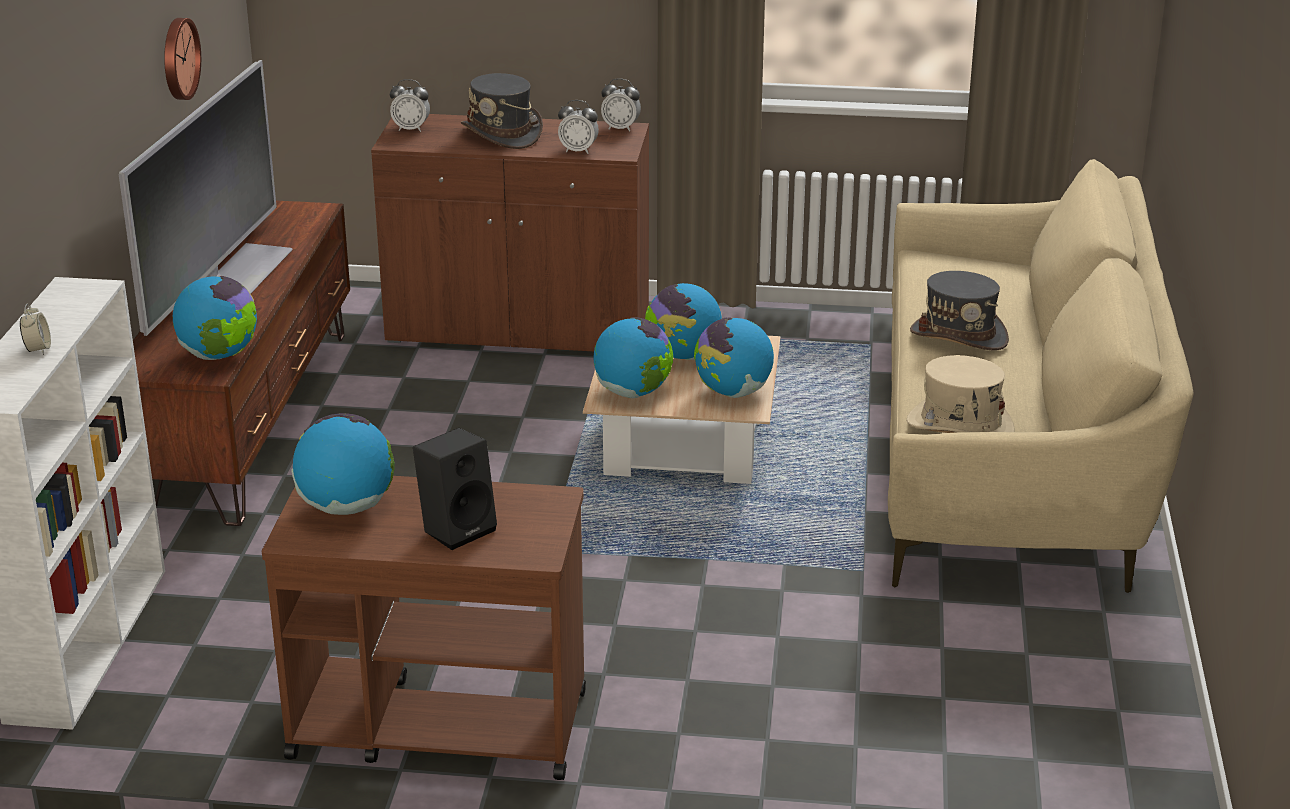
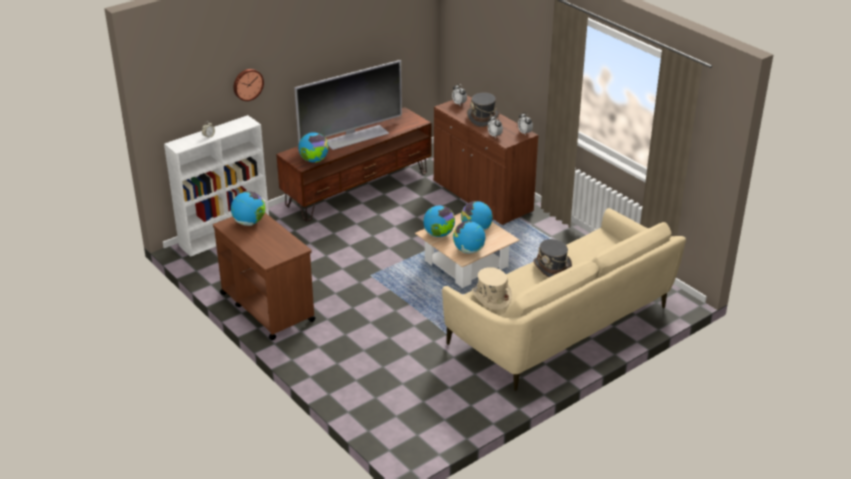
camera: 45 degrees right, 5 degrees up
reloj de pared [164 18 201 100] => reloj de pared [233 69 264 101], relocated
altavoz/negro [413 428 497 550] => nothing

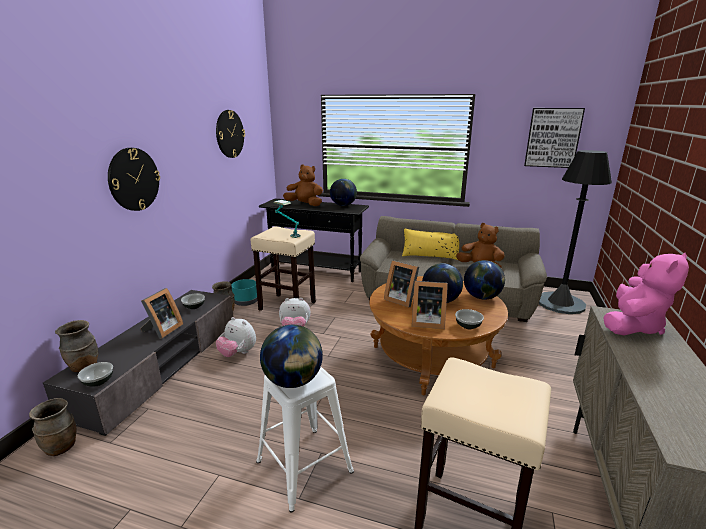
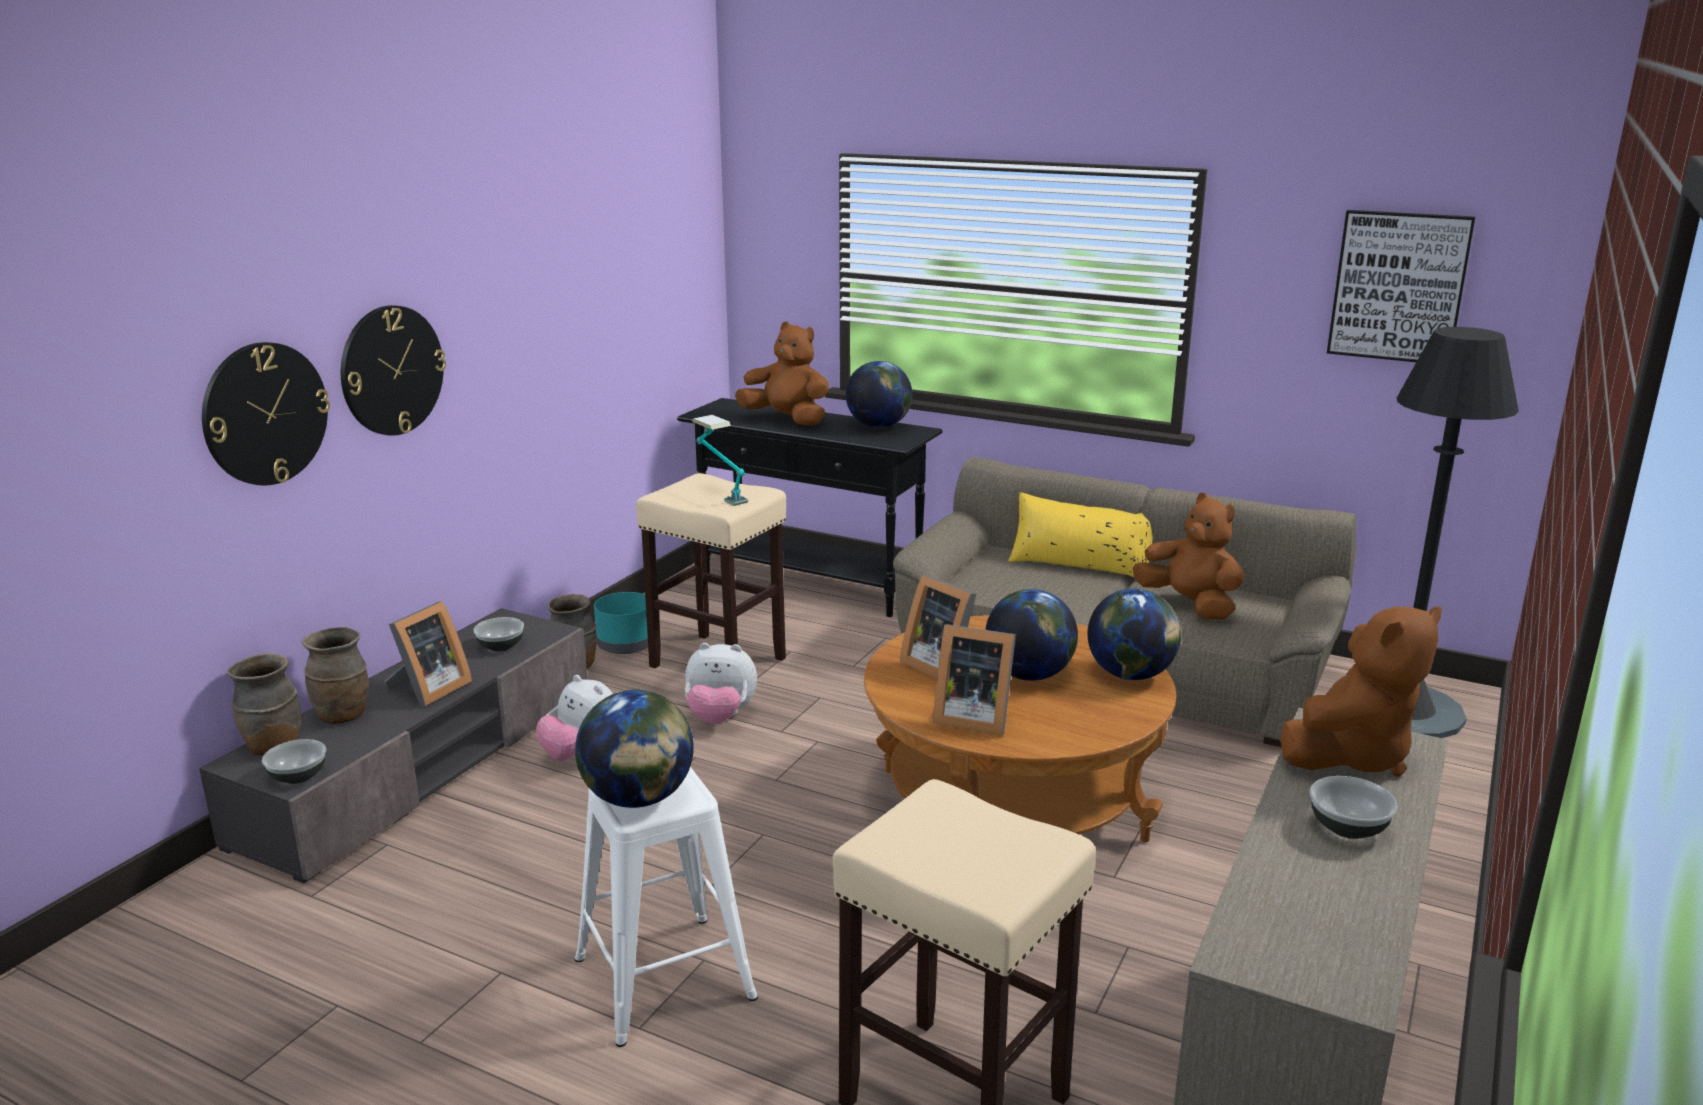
camera: 10 degrees right, 0 degrees up
reloj de pared [216 110 245 158] => reloj de pared [202 342 330 485], relocated
peluche/rosa [603 253 689 335] => peluche/marrón [1280 606 1442 777]
cuenco [455 309 484 329] => cuenco [1310 776 1398 839], relocated
florero/marrón [29 398 76 456] => florero/marrón [302 627 369 724], relocated

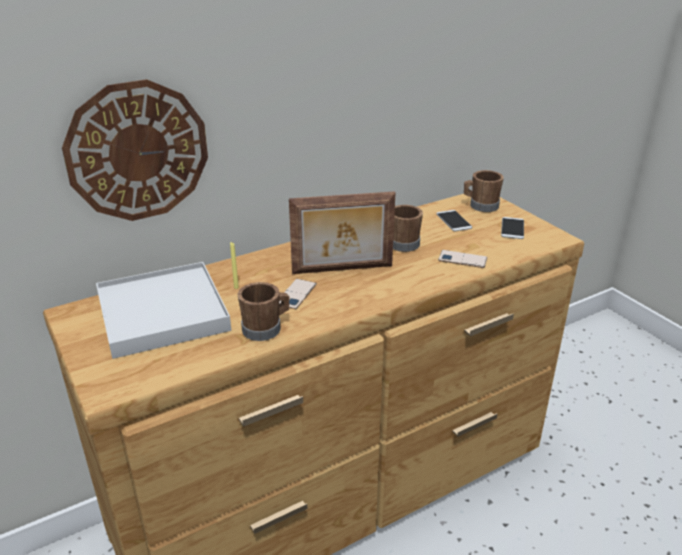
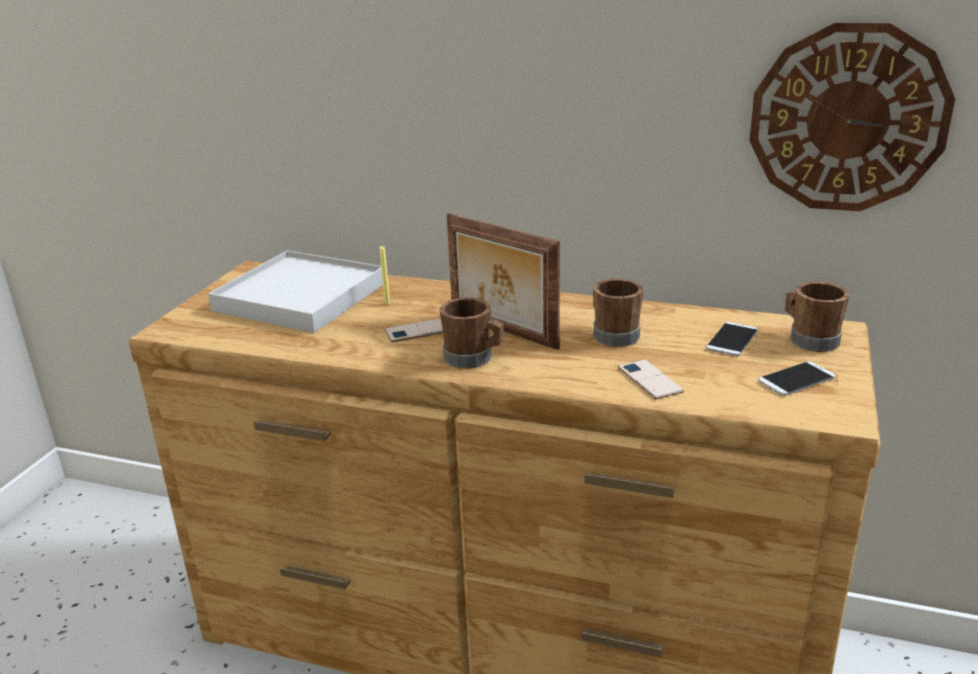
camera: 50 degrees right, 5 degrees down
reloj de pared [62 79 208 221] => reloj de pared [749 23 955 211], relocated
taza grande/marrón [237 282 289 341] => taza grande/marrón [439 297 504 369], relocated

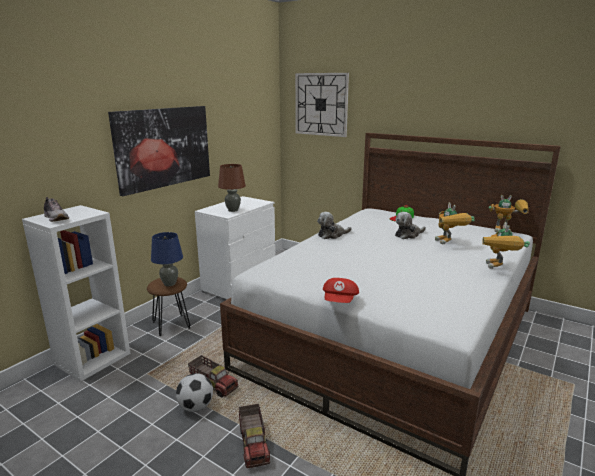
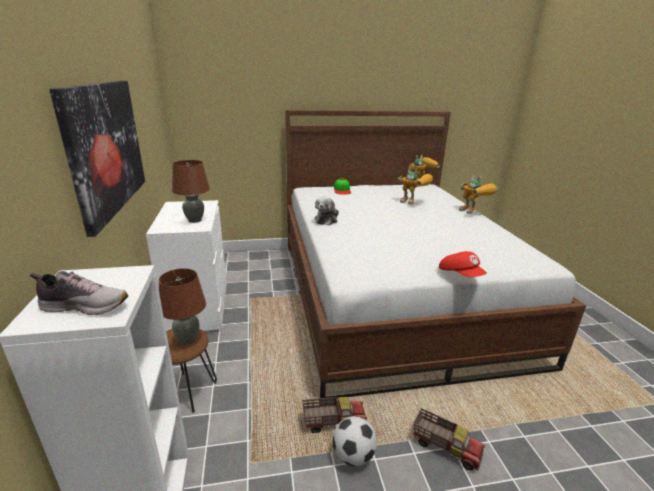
camera: 45 degrees left, 5 degrees up
reloj de pared [295 73 349 137] => nothing
peluche [395 212 426 239] => nothing
lámpara de mesa/azul [151 232 183 286] => lámpara de mesa/marrón [159 268 206 345]

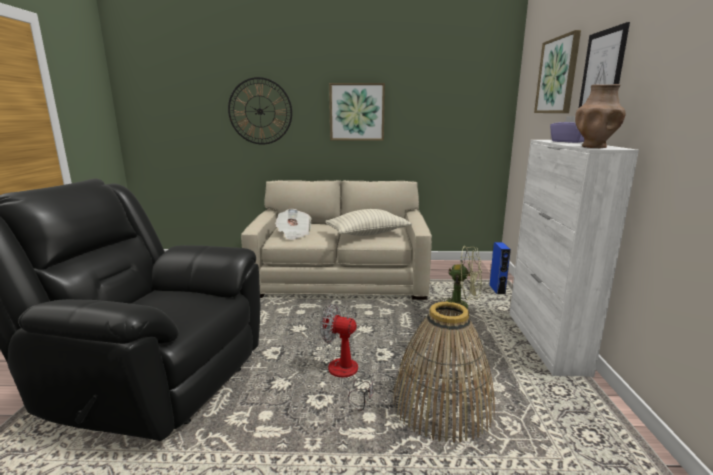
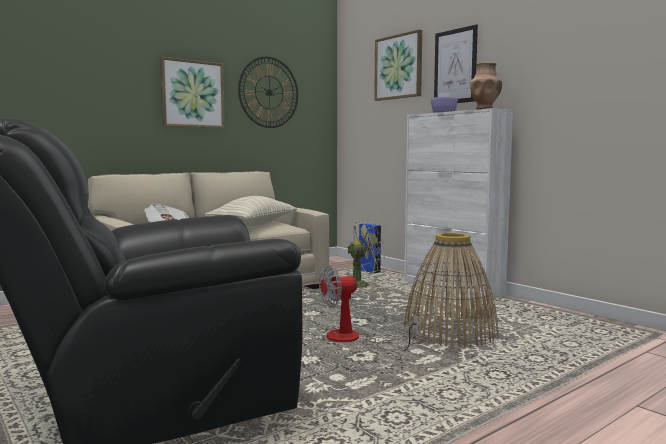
camera: 40 degrees left, 10 degrees down
reloj de pared [228 77 292 145] => reloj de pared [238 57 298 128], relocated

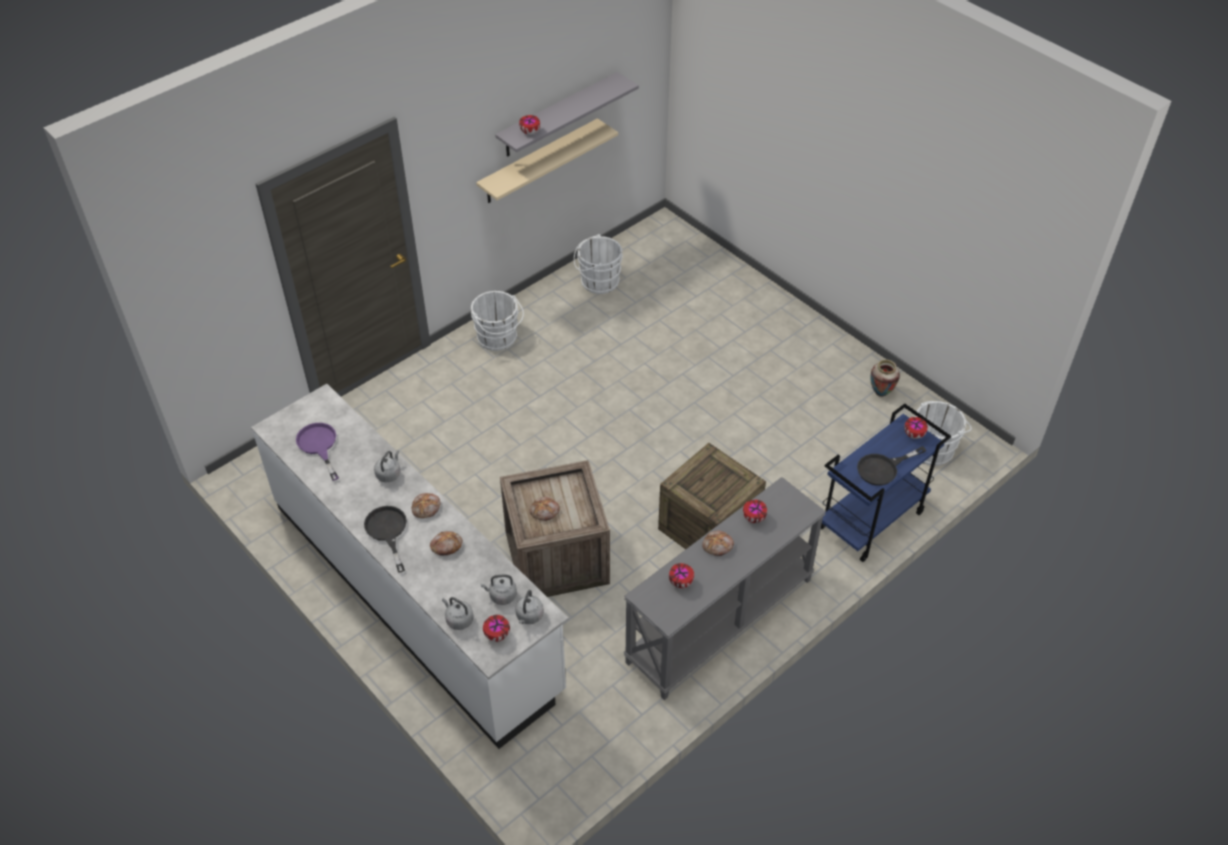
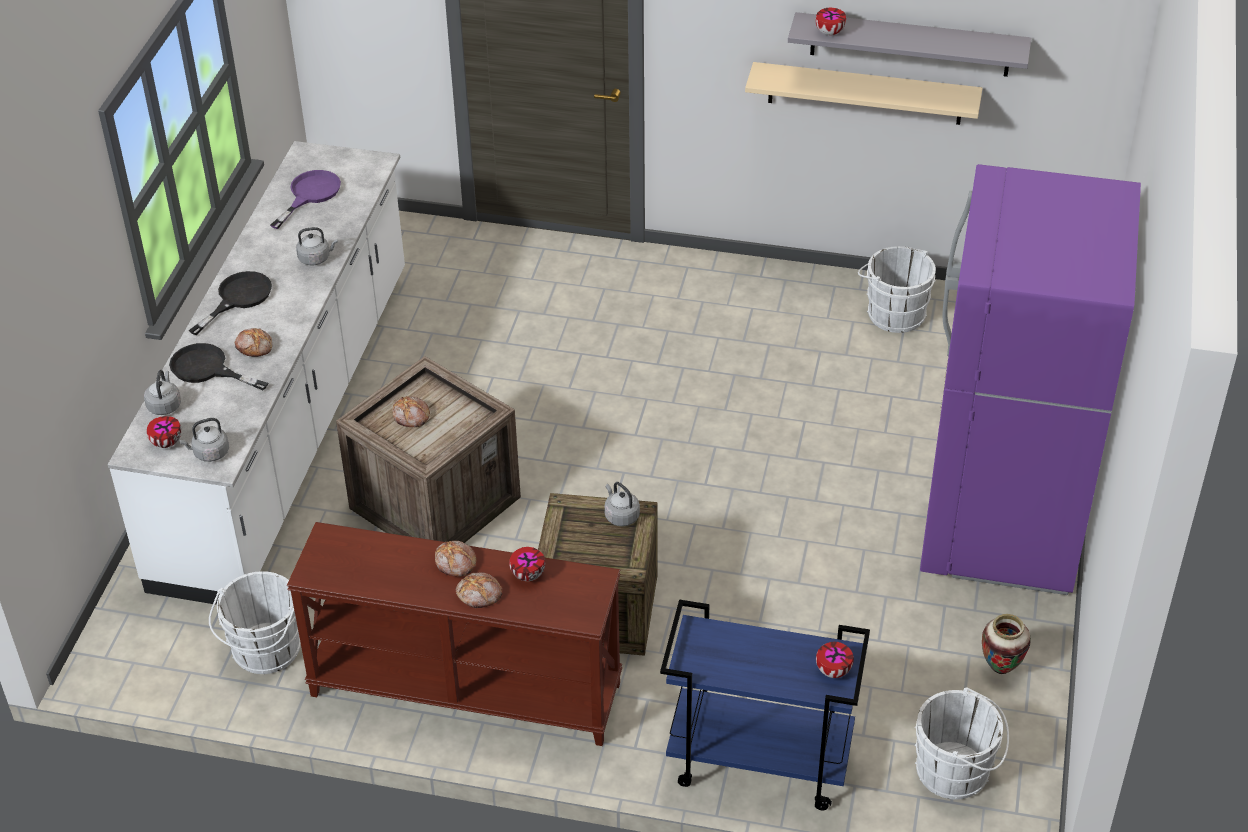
camera: 55 degrees right, 5 degrees down
cubo/blanco [471 291 524 351] => cubo/blanco [209 571 301 674], relocated
sartén/negro [857 446 926 486] => sartén/negro [169 343 268 390], relocated
mesa consola/gris [624 477 826 700] => mesa consola/marrón [287 522 622 746]
pan [412 493 441 518] => pan [456 573 502 608], relocated
cuenco [669 563 694 588] => nothing
hervidor/gris [481 575 517 605] => hervidor/gris [604 482 640 526], relocated
nothing => nevera/morado [920 164 1141 595]

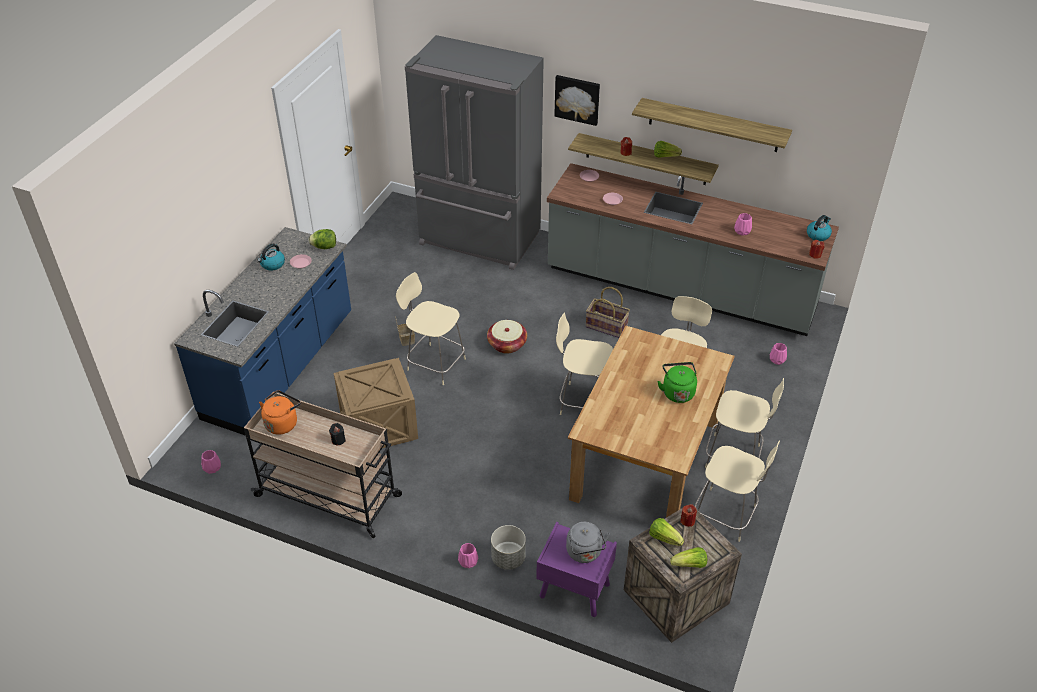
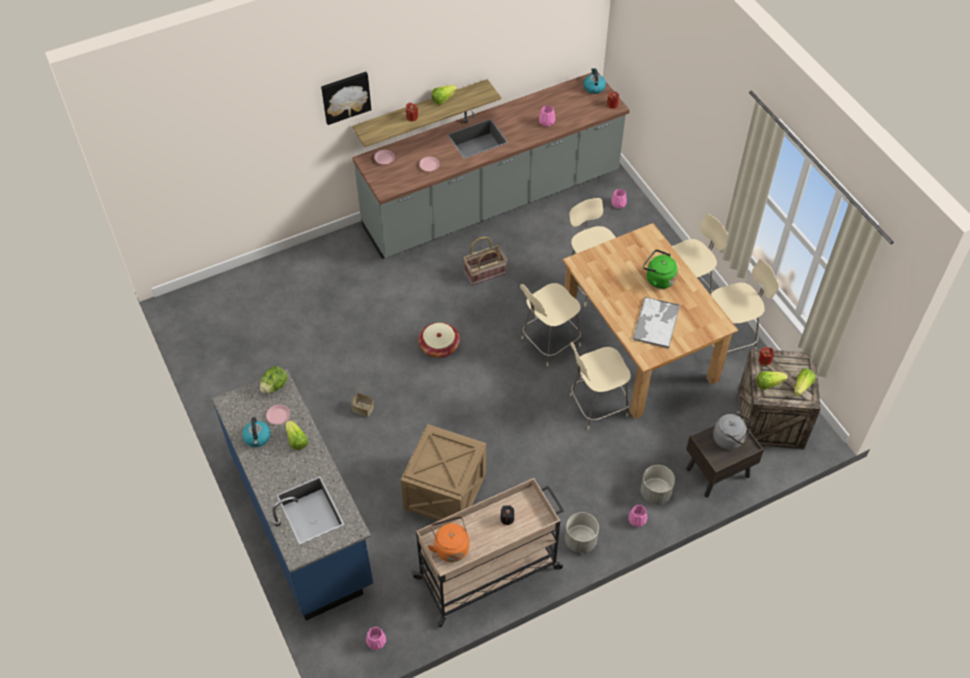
camera: 50 degrees left, 10 degrees up
nevera/gris [405 35 544 270] => nothing
estante [632 98 792 152] => nothing
silla/beis [396 272 466 385] => silla/beis [570 342 631 430], relocated
mesita de noche/morado [536 522 617 617] => mesita de noche/marrón [686 426 764 498]
nothing => bandeja [633 297 680 349]
nothing => lechuga [286 420 308 450]
nothing => maceta/gris [565 512 599 553]

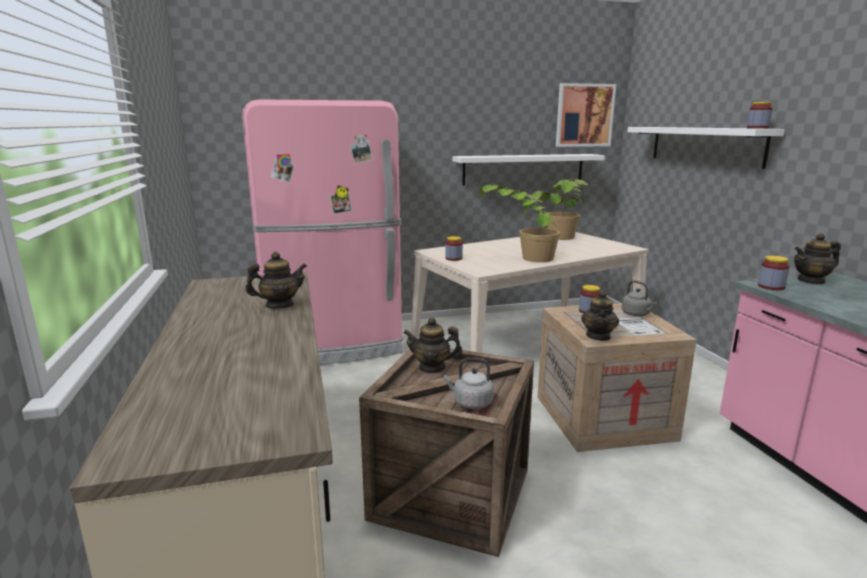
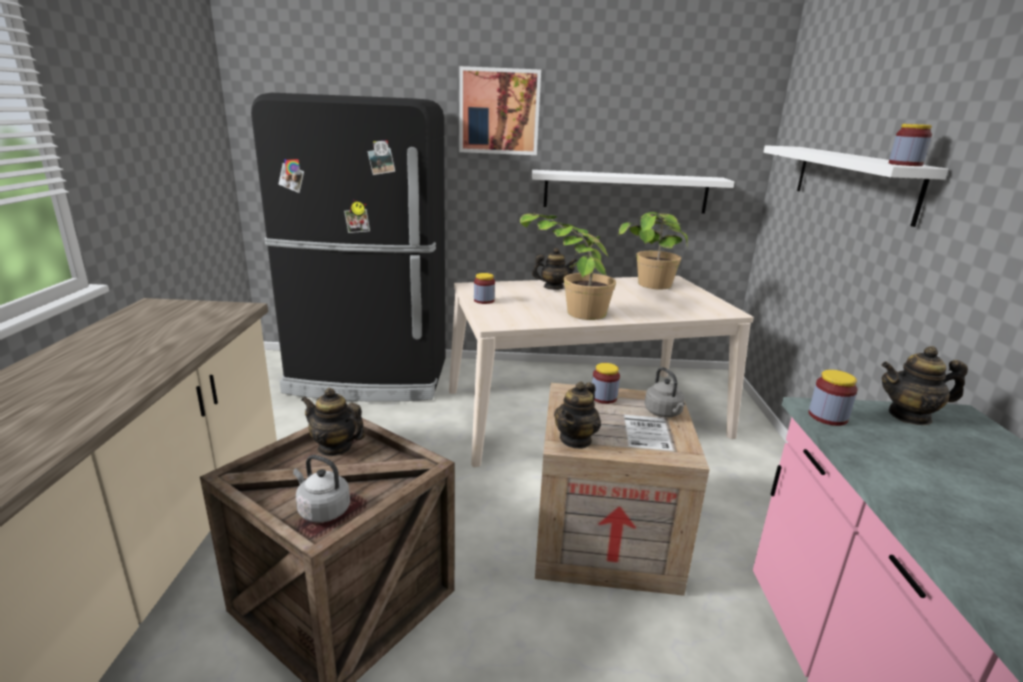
camera: 15 degrees right, 5 degrees up
cuadro [556 83 616 147] => cuadro [459 66 541 155], relocated
nevera/rosa [242 99 404 365] => nevera/negro [251 93 445 402]
tetera [245 252 307 309] => tetera [532 248 577 290], relocated

